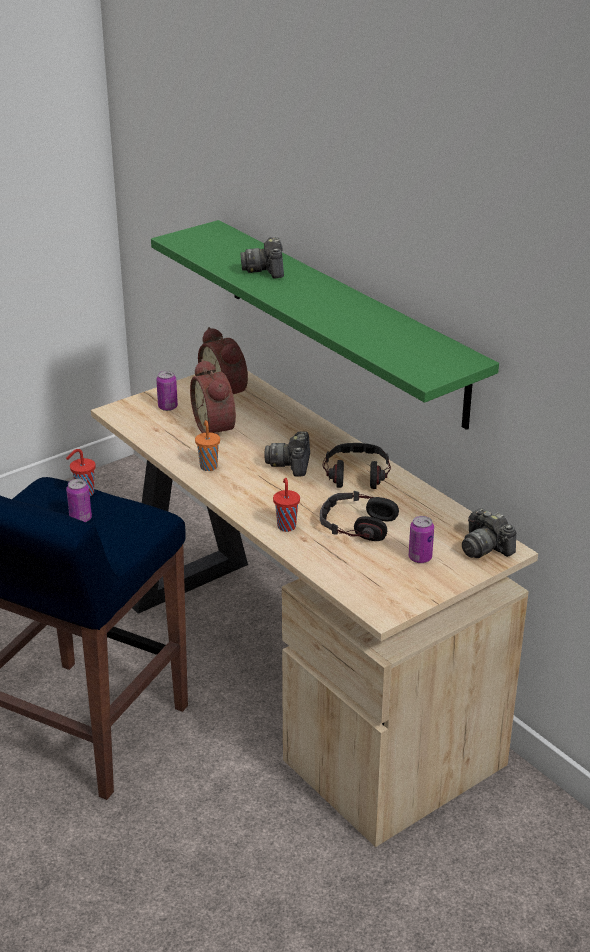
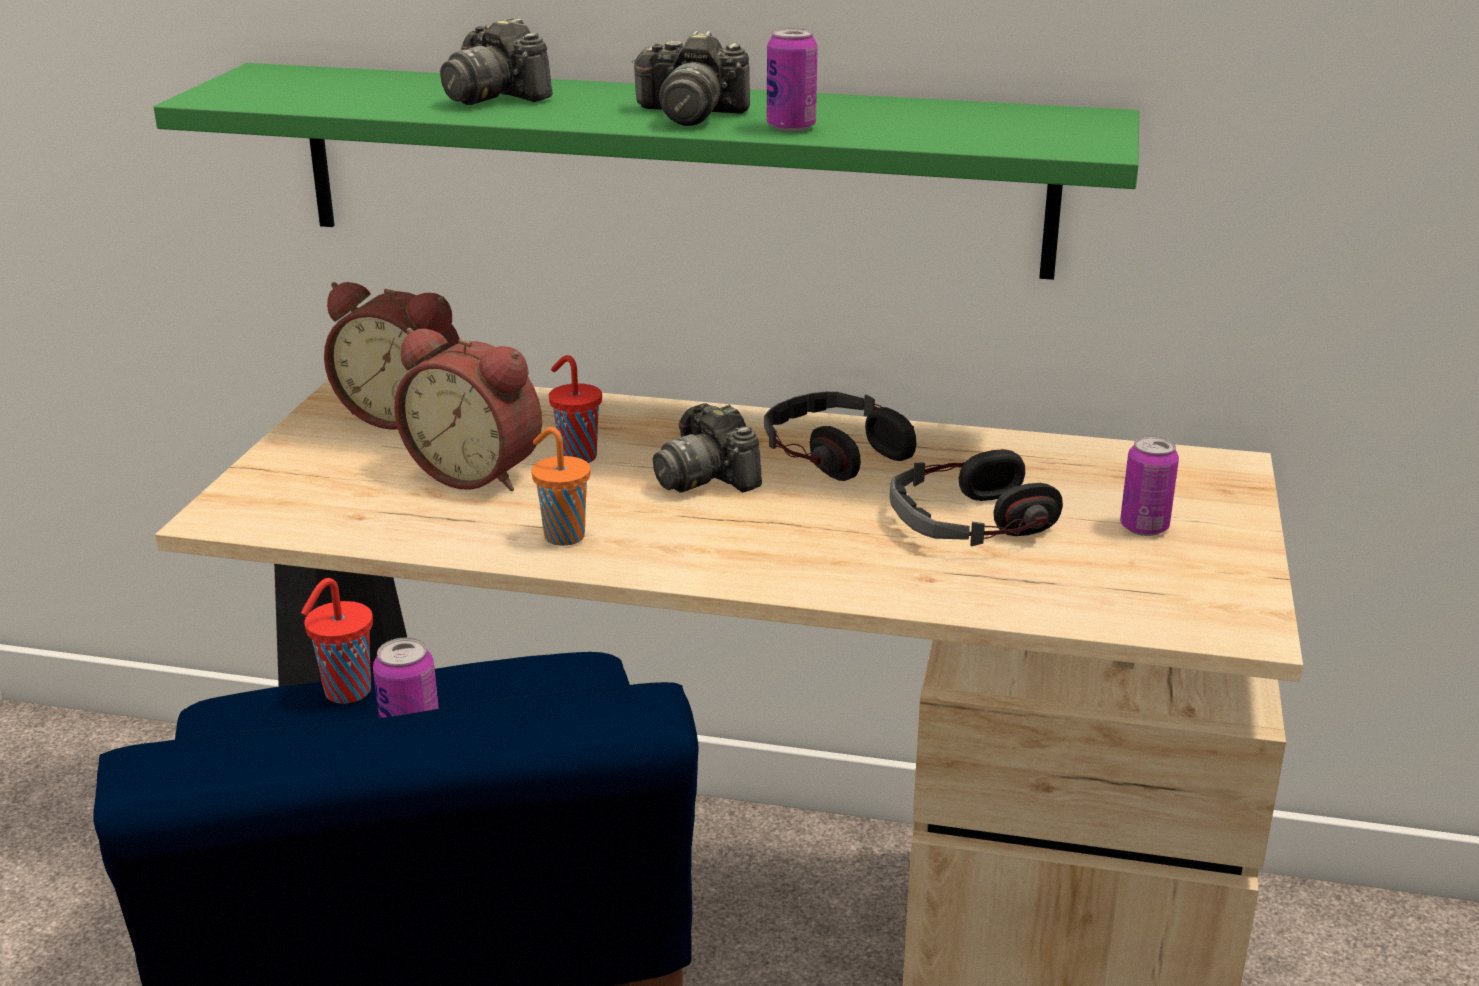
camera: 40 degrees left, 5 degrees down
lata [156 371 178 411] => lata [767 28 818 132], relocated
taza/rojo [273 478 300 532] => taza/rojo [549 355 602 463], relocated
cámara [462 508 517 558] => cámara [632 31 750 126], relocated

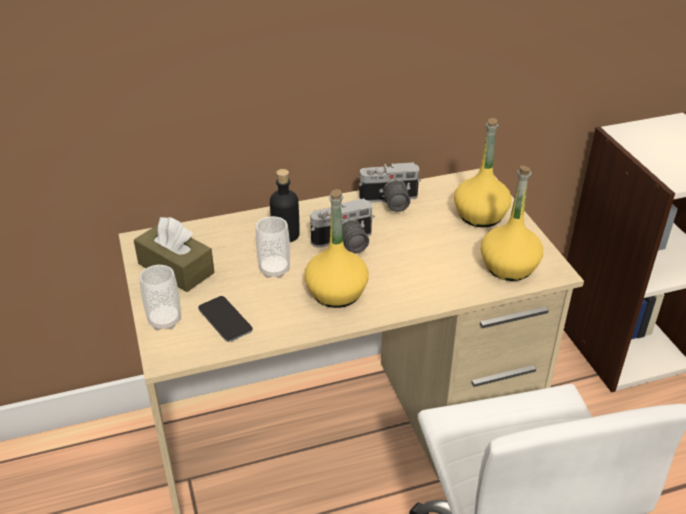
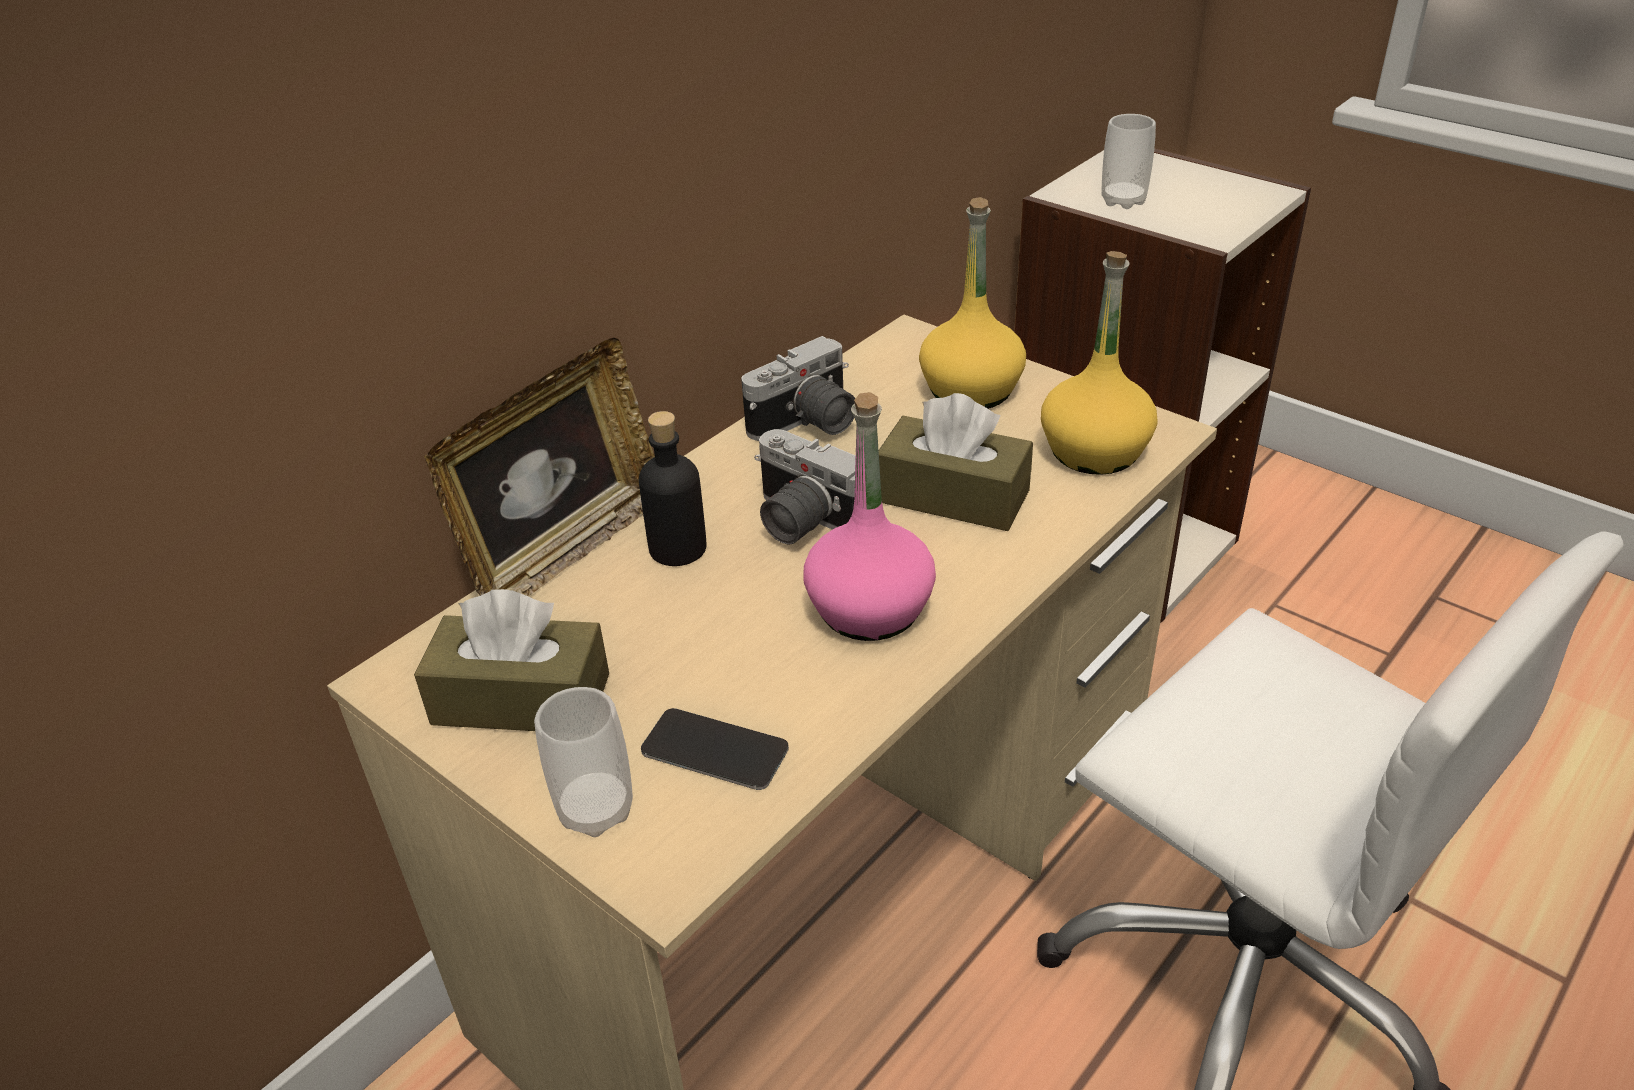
camera: 30 degrees left, 0 degrees up
botella/amarillo [304 189 369 308] => botella/rosa [804 392 936 641]
cámara [310 198 375 254] => cámara [754 429 856 545], 90 degrees clockwise
taza [256 216 290 278] => taza [1102 114 1156 209], relocated
nothing => portarretratos [424 338 655 596]
nothing => caja de pañuelos/marrón [879 393 1033 531]

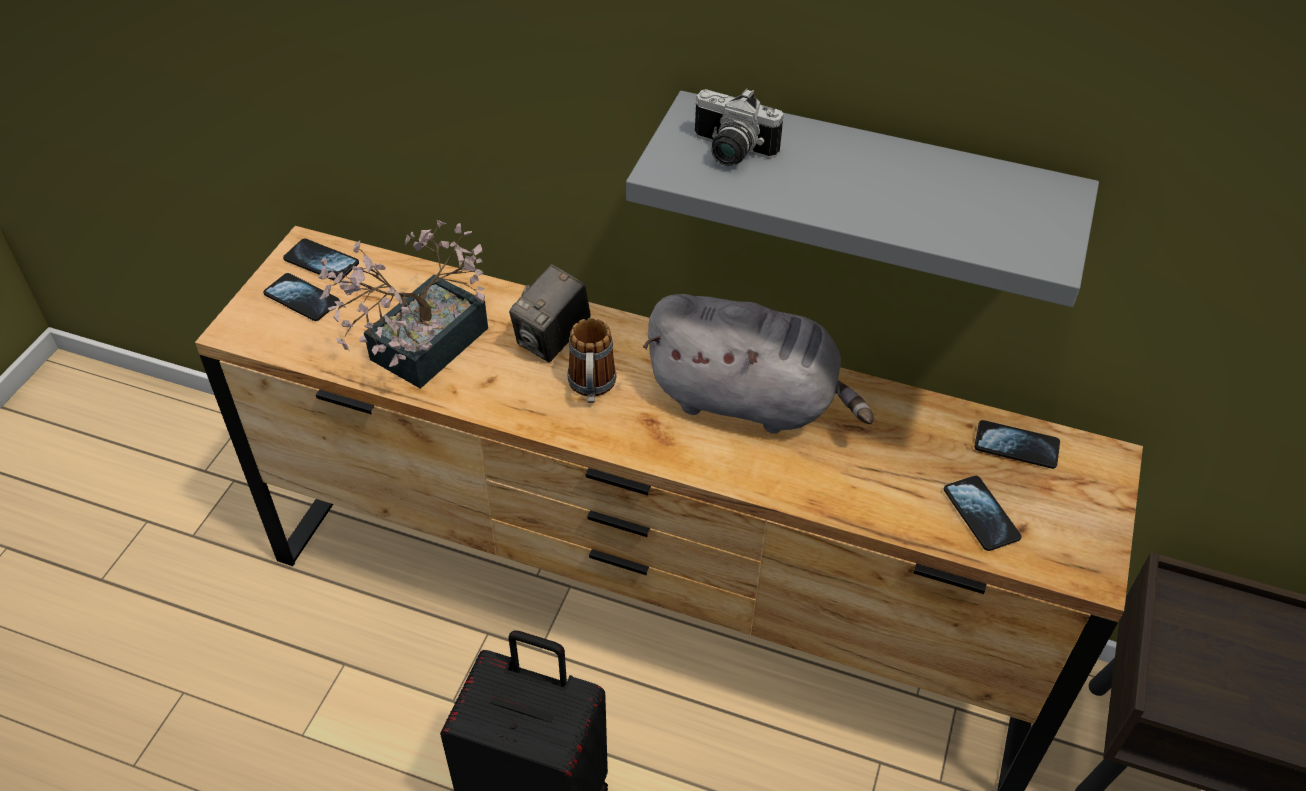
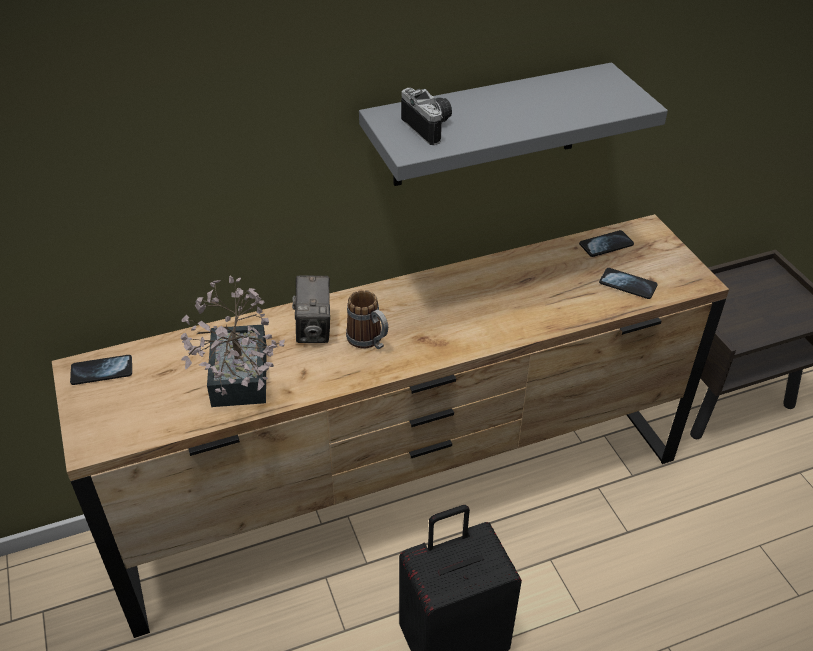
camera: 40 degrees left, 5 degrees down
cámara [695 88 784 166] => cámara [401 88 452 145], 105 degrees counterclockwise
móvil [263 273 340 321] => nothing
peluche/gris [643 294 874 434] => nothing

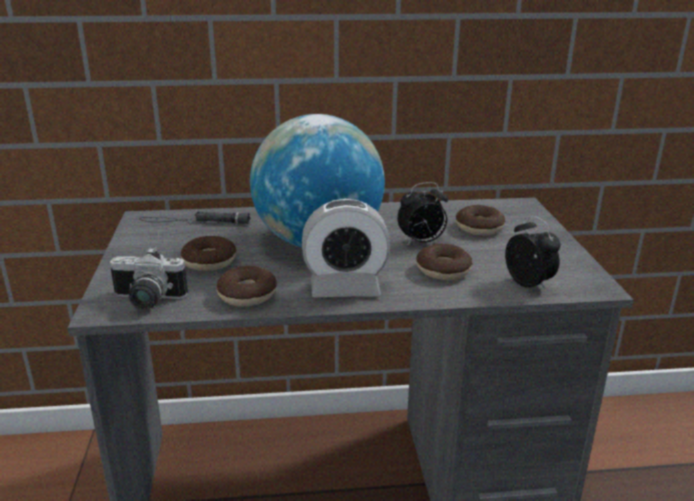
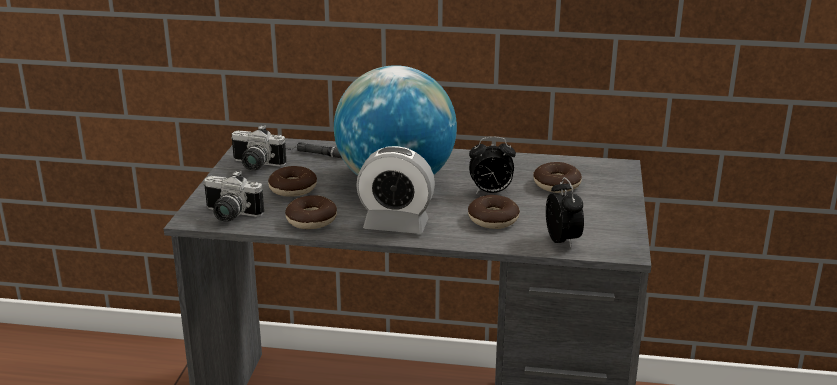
camera: 15 degrees right, 0 degrees up
nothing => cámara [231 125 286 170]

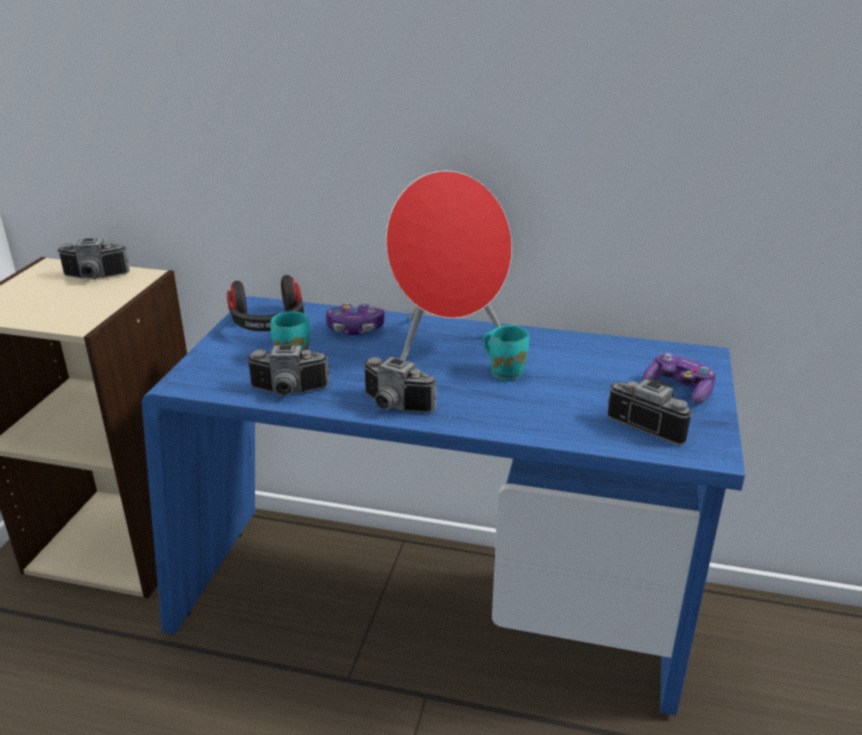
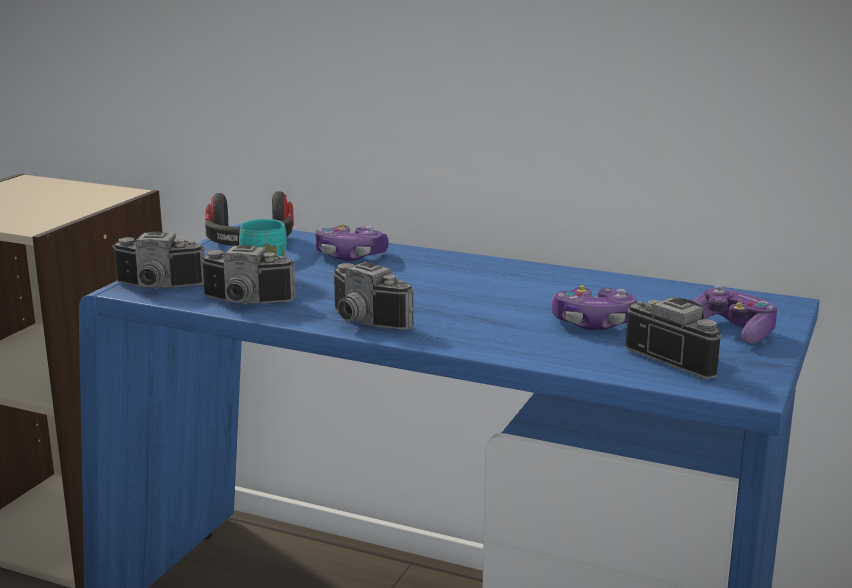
camera: 10 degrees right, 10 degrees down
altavoz/rojo [386 171 512 360] => nothing
cámara [57 238 130 279] => cámara [112 232 205 289], relocated
taza grande/turquesa [483 325 529 380] => nothing
nothing => mando de consola [552 285 637 330]

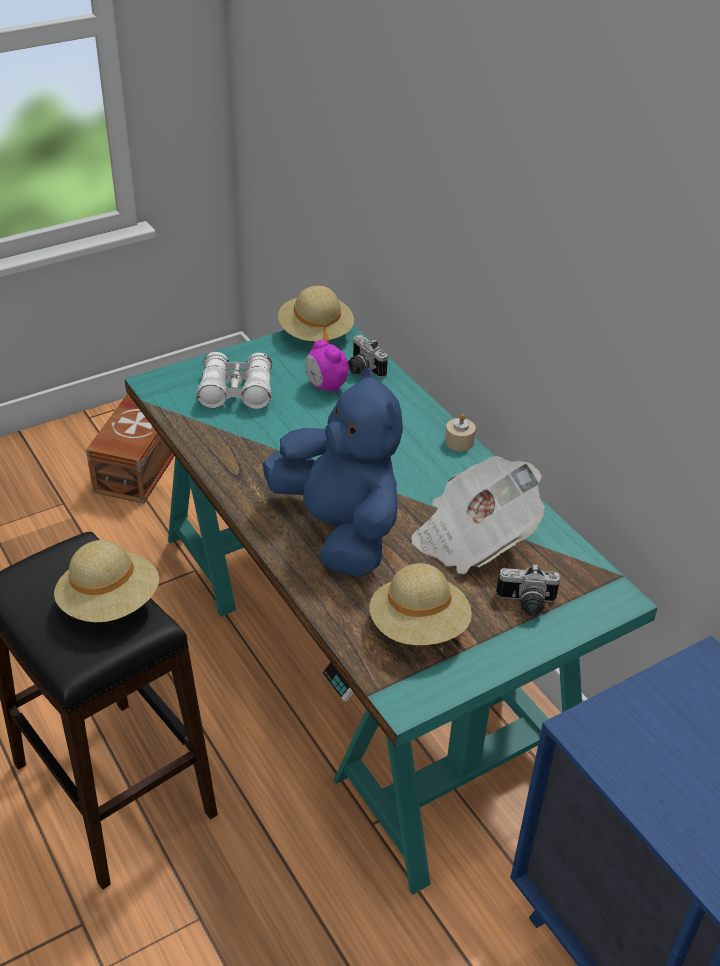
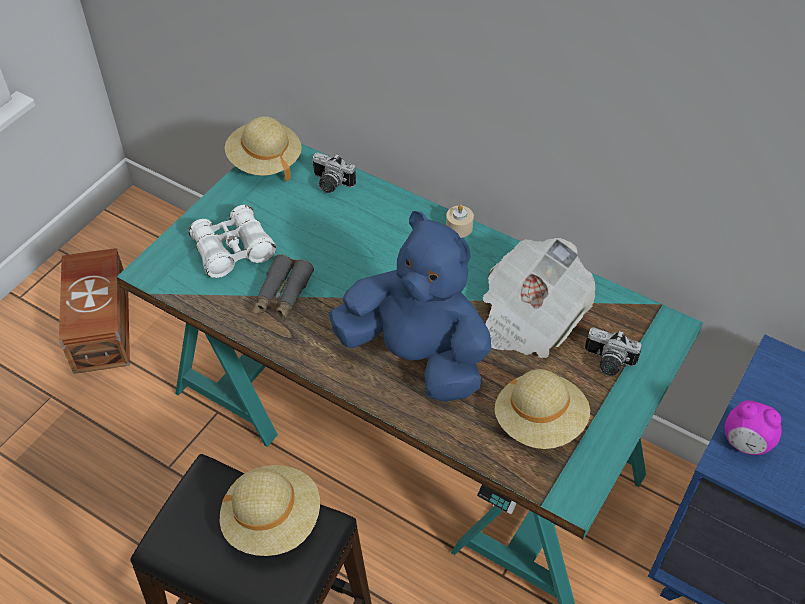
camera: 25 degrees left, 10 degrees up
despertador [305 340 349 393] => despertador [725 401 782 455], relocated
cámara [496 564 560 616] => cámara [585 327 642 376], 45 degrees clockwise
nothing => prismáticos/gris [253 254 314 320]

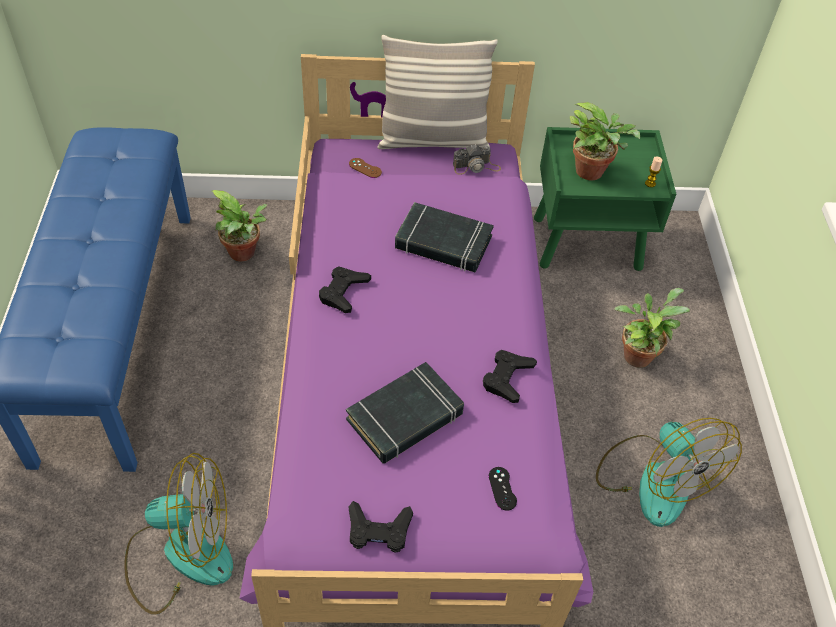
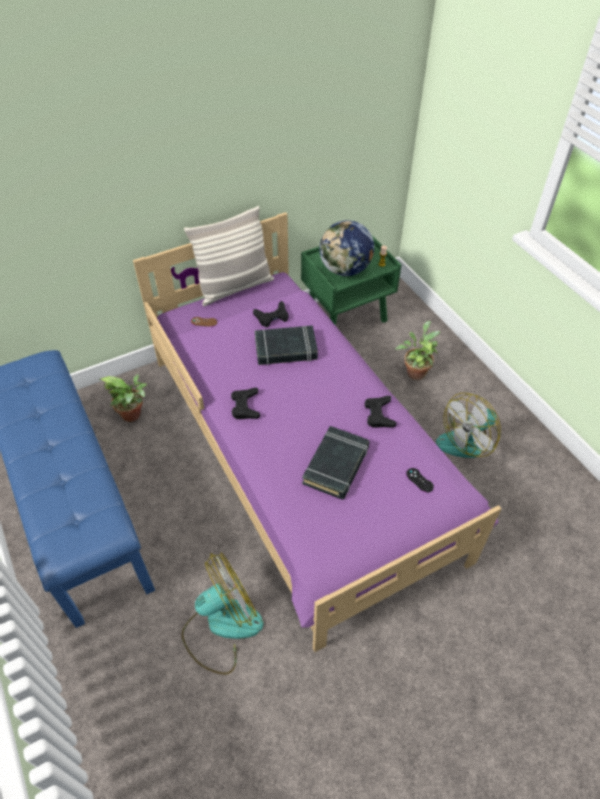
camera: 25 degrees left, 0 degrees up
planta en maceta [570 102 640 180] => globo terráqueo [319 220 374 276]
cámara [453 144 501 175] => nothing
ventilador [596 418 742 527] => ventilador [436 393 501 458], 105 degrees clockwise
mando de consola/negro [349 501 413 553] => mando de consola/negro [253 301 288 327], relocated

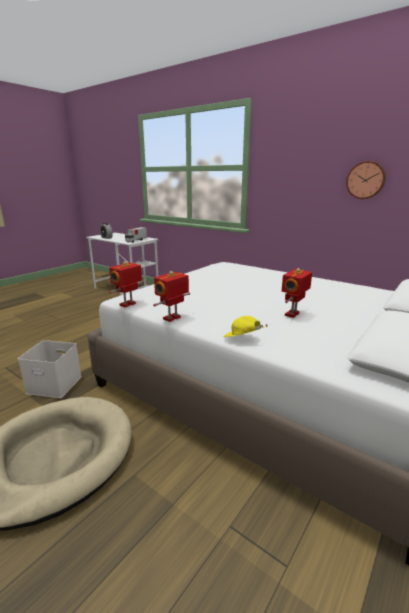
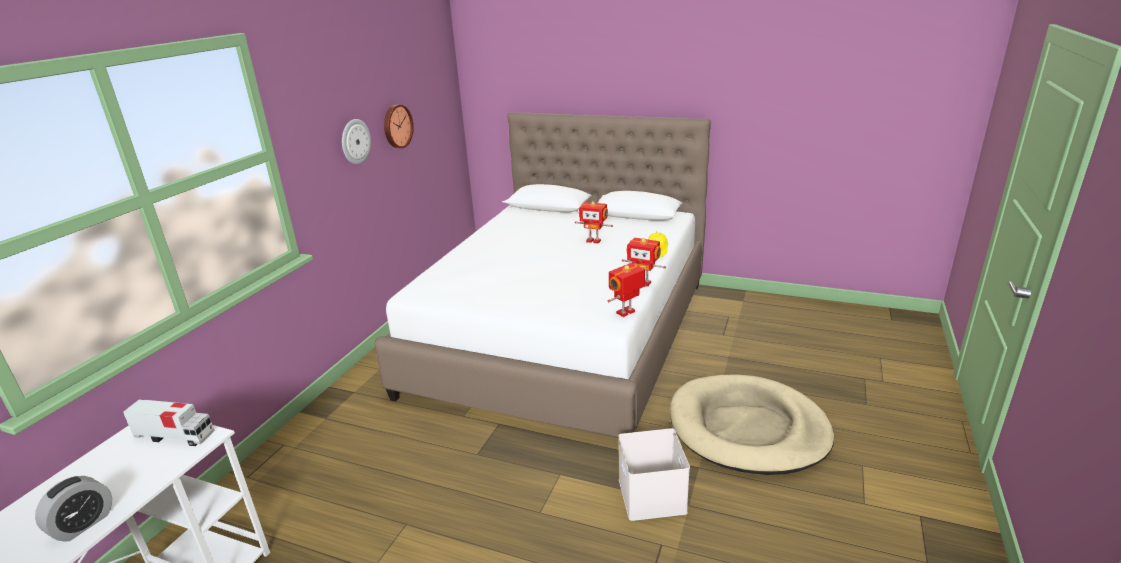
camera: 105 degrees left, 5 degrees up
robot de juguete [109 261 144 308] => robot de juguete [608 263 646 317], 120 degrees clockwise
nothing => reloj de pared [342 119 371 164]

